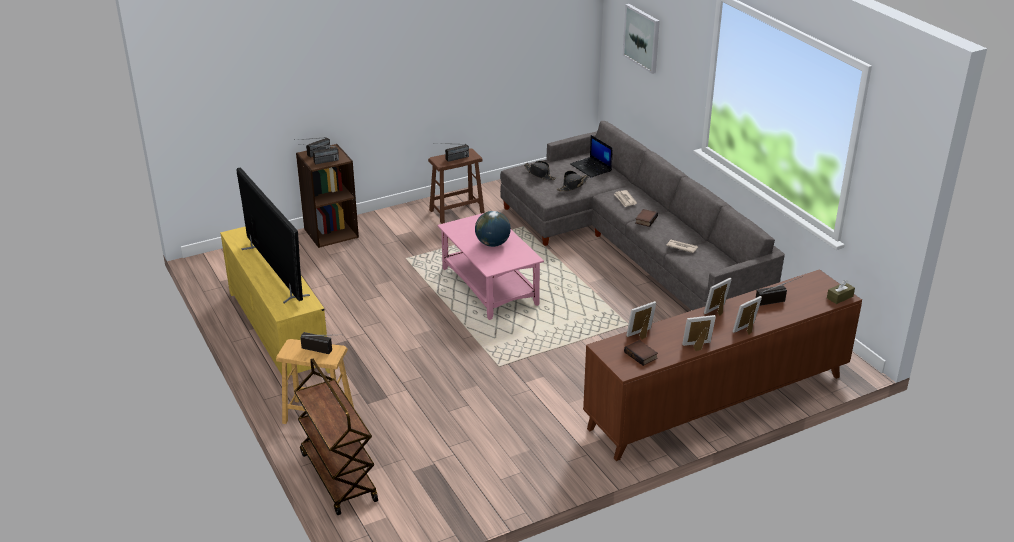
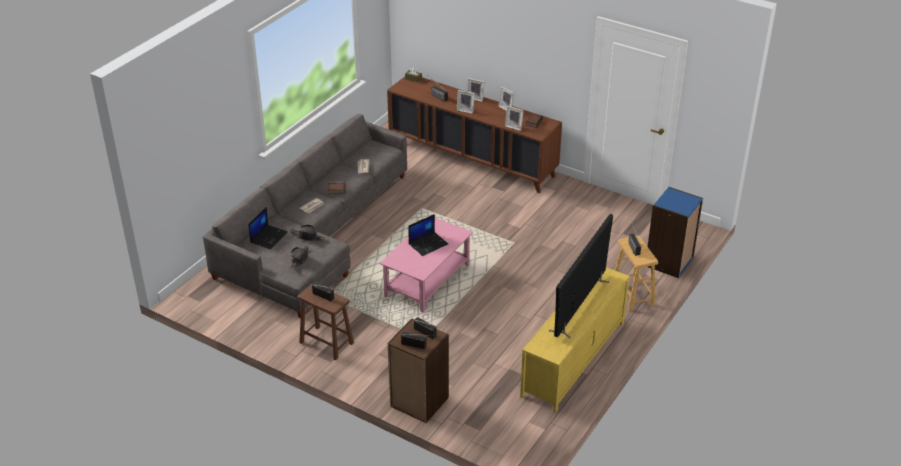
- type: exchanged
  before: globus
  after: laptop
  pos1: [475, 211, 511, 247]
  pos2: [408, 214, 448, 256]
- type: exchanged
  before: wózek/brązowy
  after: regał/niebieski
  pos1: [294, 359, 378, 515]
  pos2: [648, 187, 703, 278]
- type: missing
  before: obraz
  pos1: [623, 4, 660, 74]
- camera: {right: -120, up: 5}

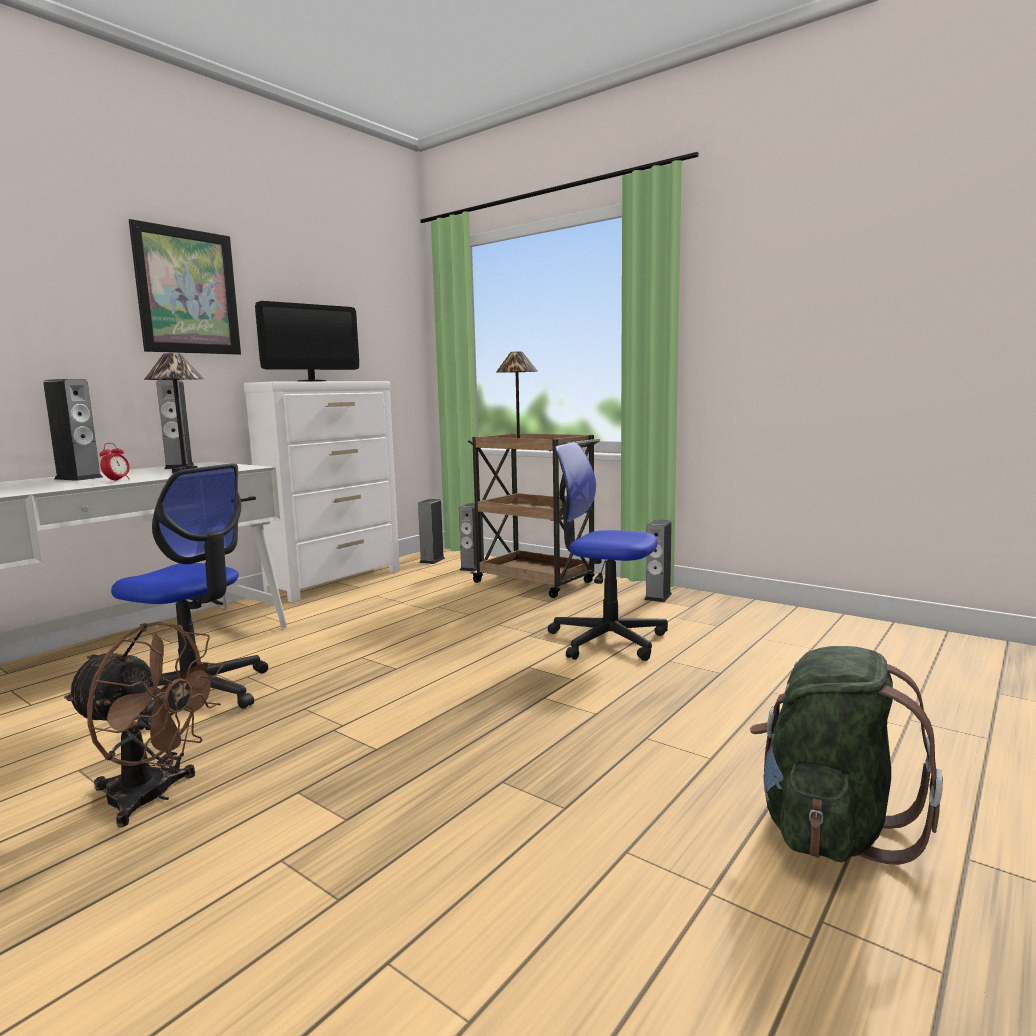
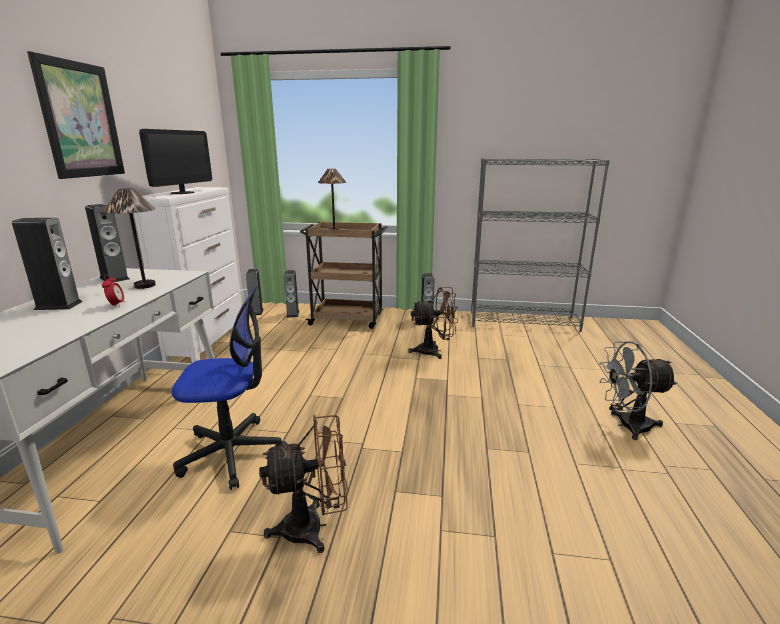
- type: exchanged
  before: krzesło biurowe
  after: wentylator/brązowy
  pos1: [548, 442, 668, 661]
  pos2: [408, 287, 458, 359]
- type: appeared
  after: regał/szary
  pos2: [471, 158, 610, 332]
- type: exchanged
  before: plecak/zielony
  after: wentylator/szary
  pos1: [750, 646, 943, 865]
  pos2: [599, 341, 677, 440]
- camera: {right: -30, up: 10}

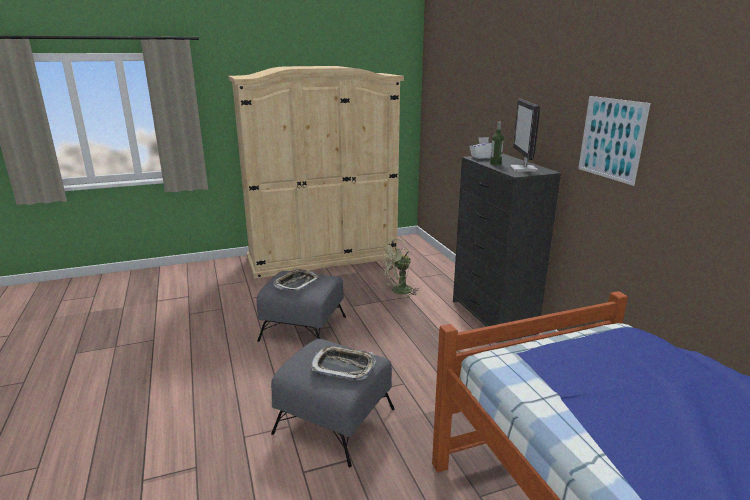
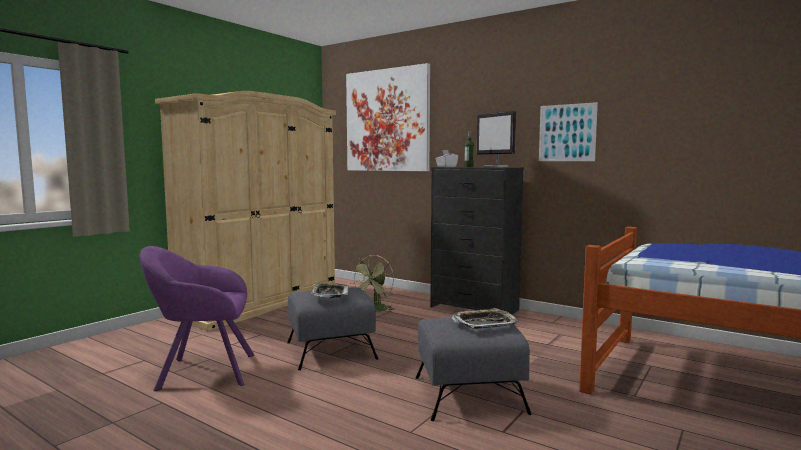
- type: appeared
  after: fotel/fioletowy
  pos2: [140, 246, 254, 391]
- type: appeared
  after: obraz
  pos2: [346, 63, 430, 171]
- camera: {right: -35, up: -15}

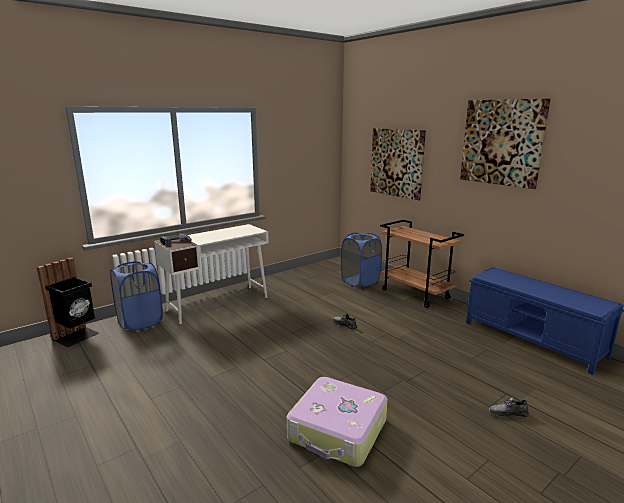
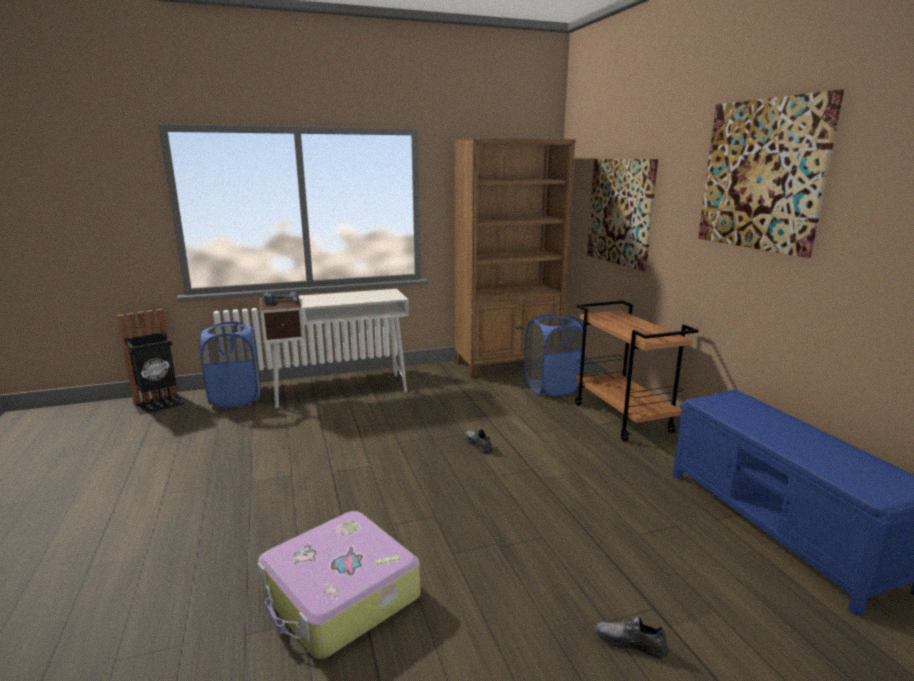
- type: appeared
  after: regał/brązowy
  pos2: [455, 138, 575, 377]
- camera: {right: 20, up: 0}

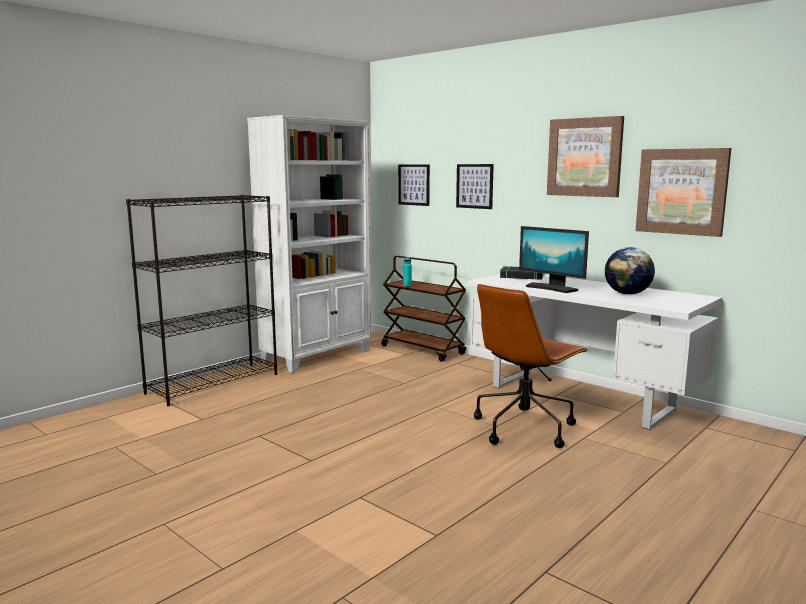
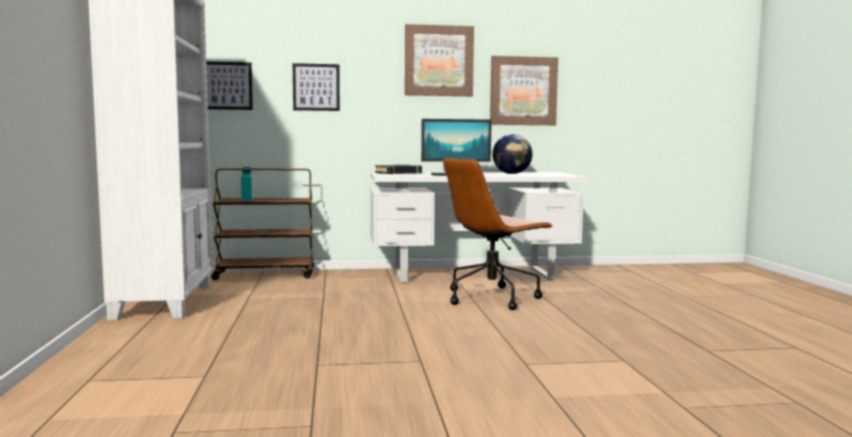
- type: spun
  before: krzesło biurowe/brązowy
  pos1: [474, 284, 588, 448]
  pos2: [443, 158, 553, 310]
  turn: 60
- type: missing
  before: regał/czarny
  pos1: [126, 195, 277, 406]
- camera: {right: -50, up: -5}

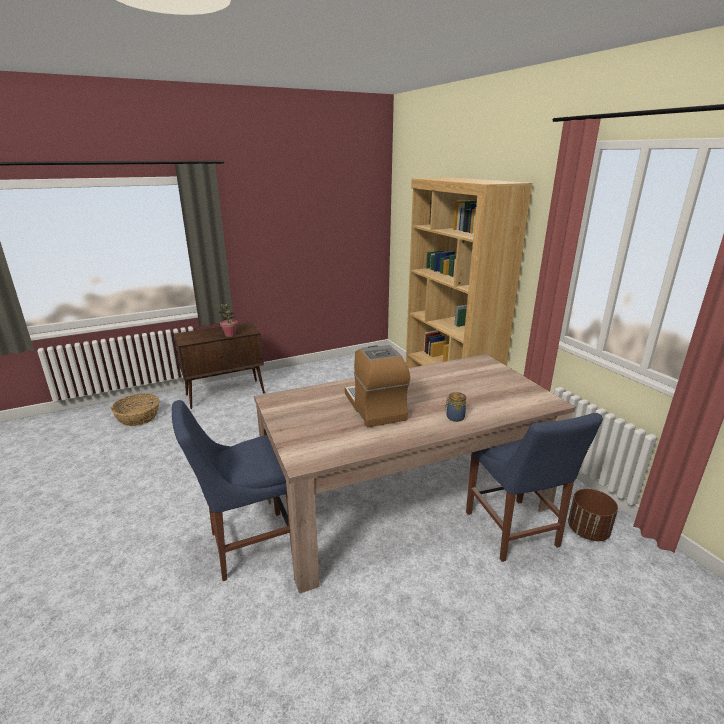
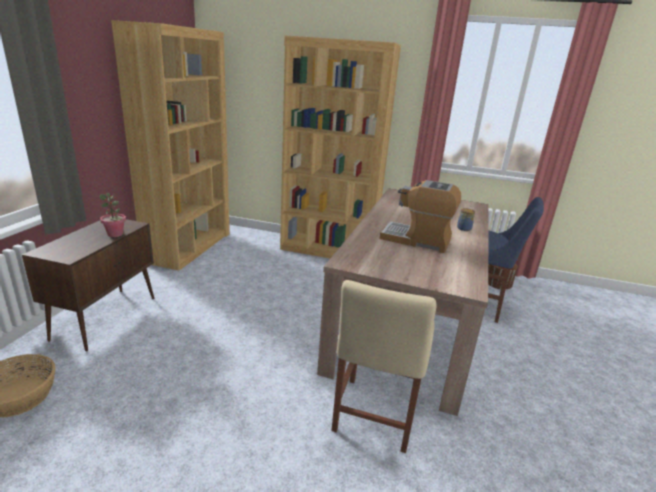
- type: appeared
  after: regał/brązowy
  pos2: [111, 20, 230, 271]
- type: colour
  before: krzesło/niebieski
  after: krzesło/beżowy
  pos1: [172, 400, 292, 581]
  pos2: [331, 280, 437, 453]
- camera: {right: -50, up: 0}

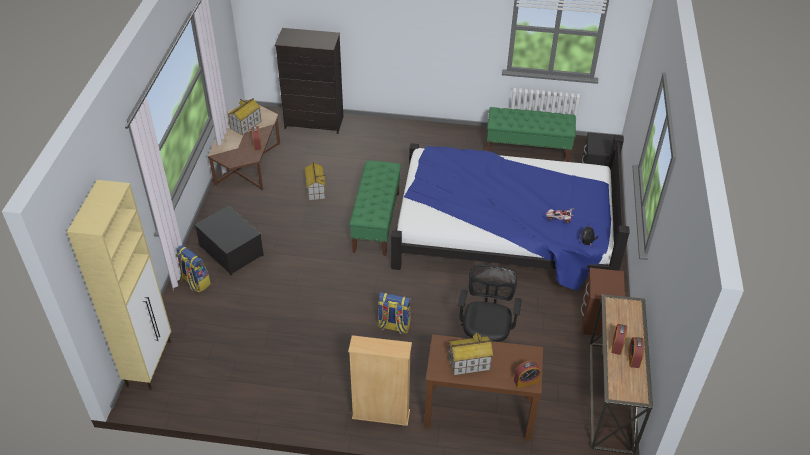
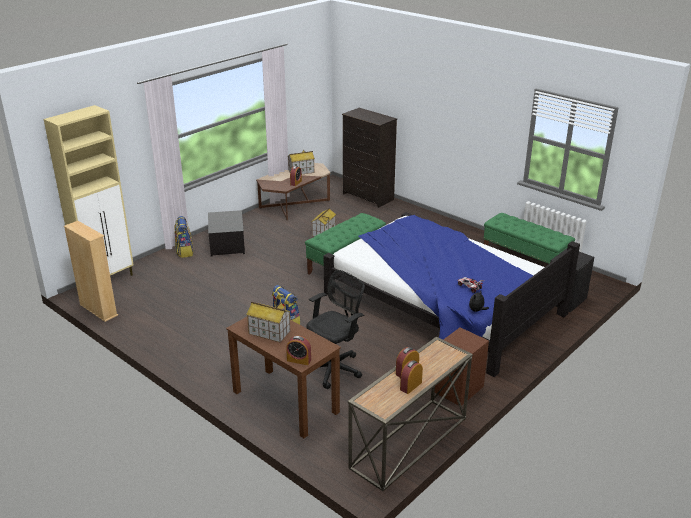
- type: relocated
  before: regał/beżowy
  pos1: [348, 335, 412, 426]
  pos2: [64, 221, 118, 322]
- camera: {right: 35, up: -15}

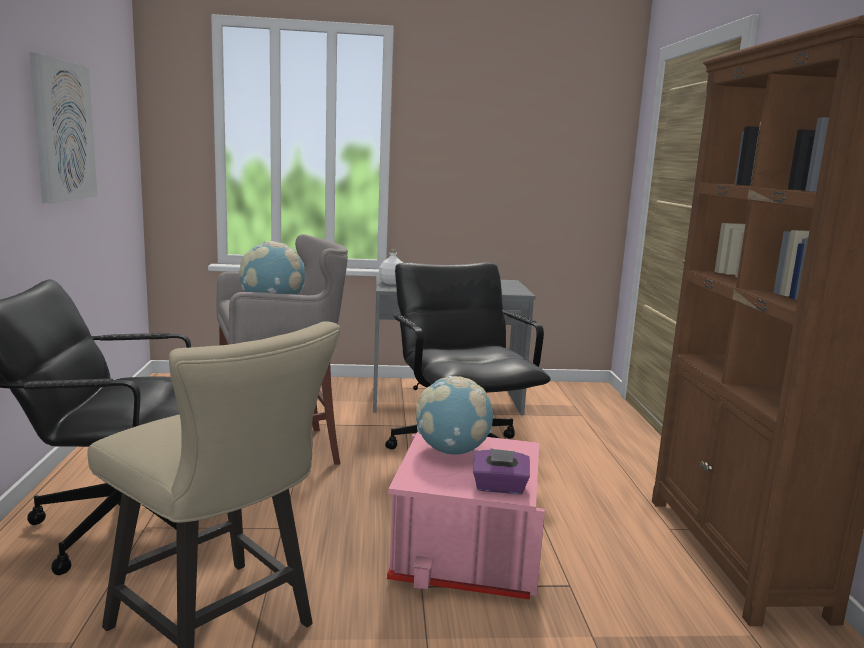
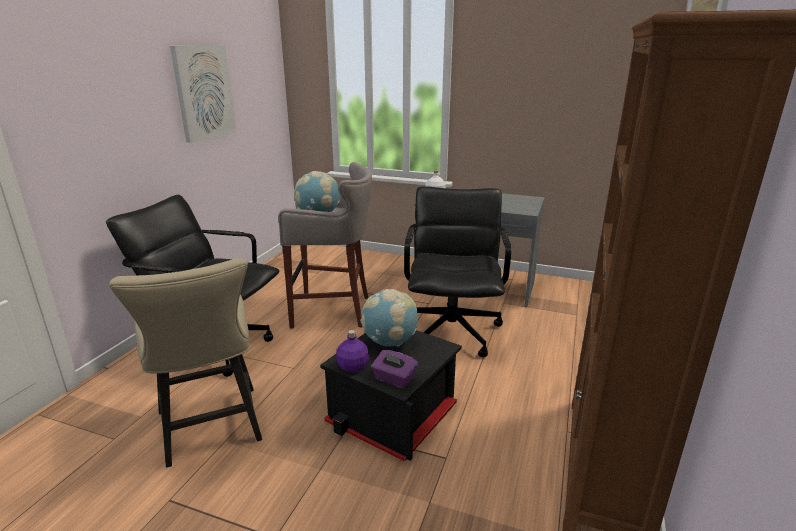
- type: colour
  before: pojemnik do przechowywania/różowy
  after: pojemnik do przechowywania/czarny
  pos1: [387, 431, 545, 600]
  pos2: [320, 330, 462, 462]
- type: appeared
  after: butelka/fioletowy
  pos2: [336, 330, 369, 373]
- camera: {right: 25, up: 10}

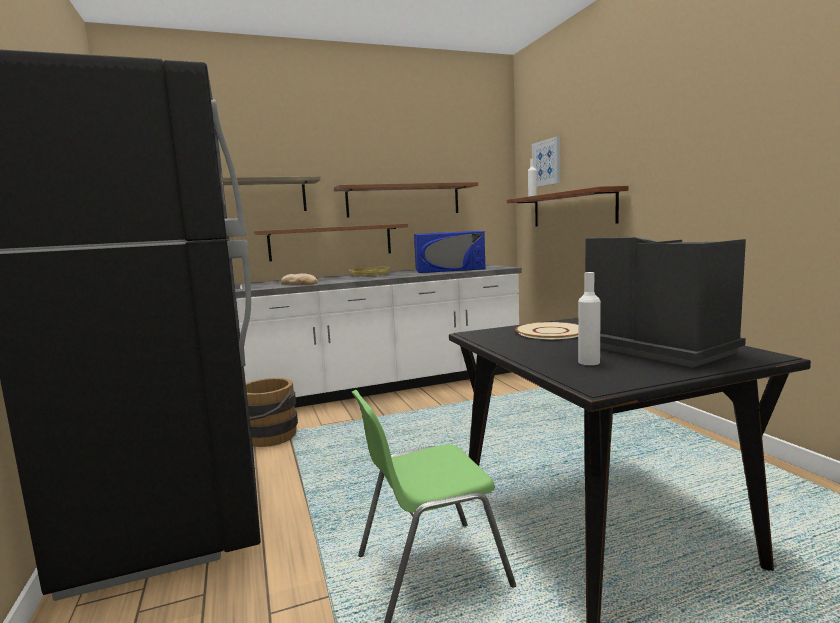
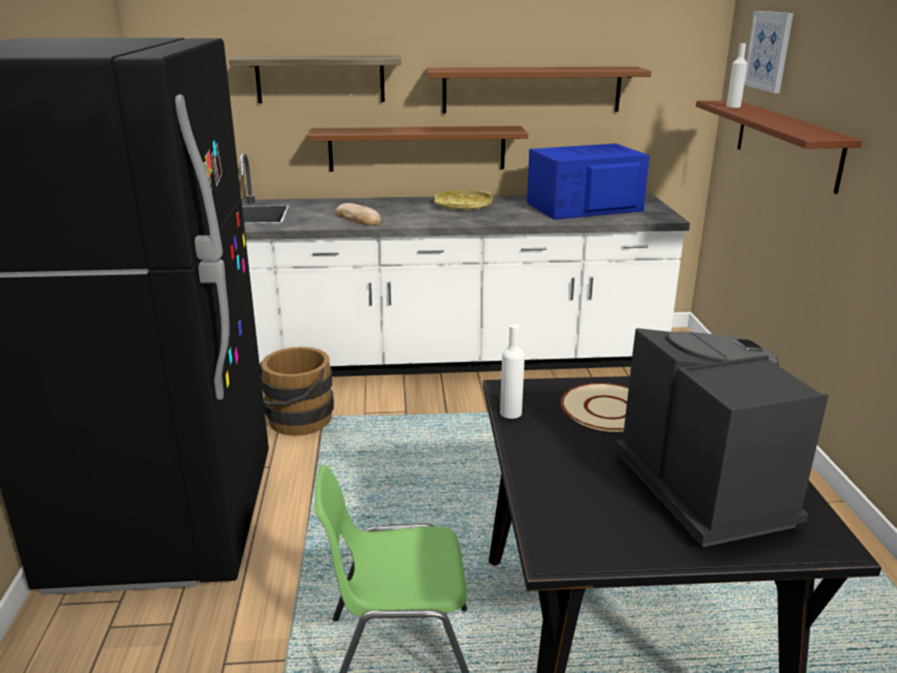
- type: relocated
  before: butelka/biały
  pos1: [578, 272, 601, 365]
  pos2: [500, 324, 525, 419]
- type: spun
  before: mikrofalówka/niebieski
  pos1: [414, 231, 485, 273]
  pos2: [527, 144, 650, 220]
  turn: 150
- camera: {right: 15, up: 15}

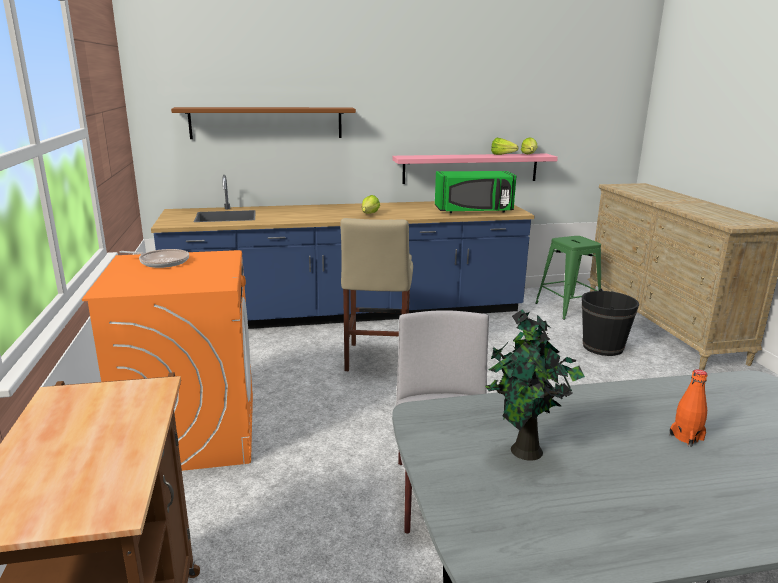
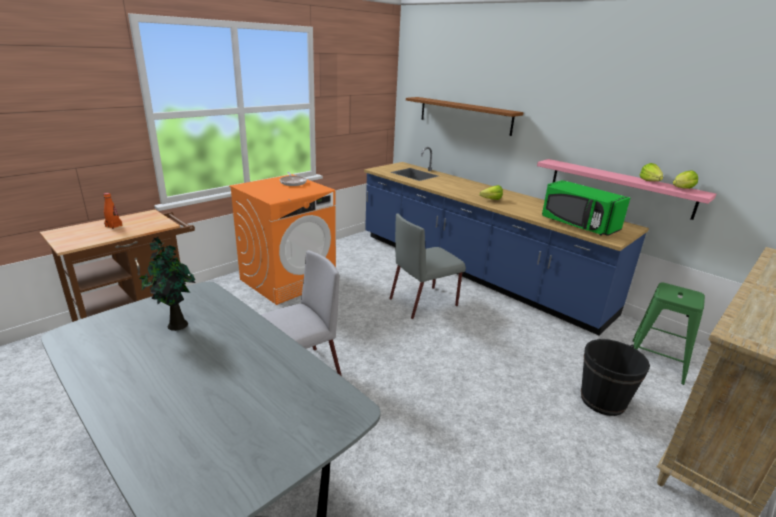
- type: relocated
  before: butelka/pomarańczowy
  pos1: [669, 369, 707, 447]
  pos2: [103, 193, 123, 229]
- type: exchanged
  before: stołek/beżowy
  after: krzesło/szary
  pos1: [340, 218, 413, 371]
  pos2: [389, 213, 466, 319]
- camera: {right: 55, up: 5}

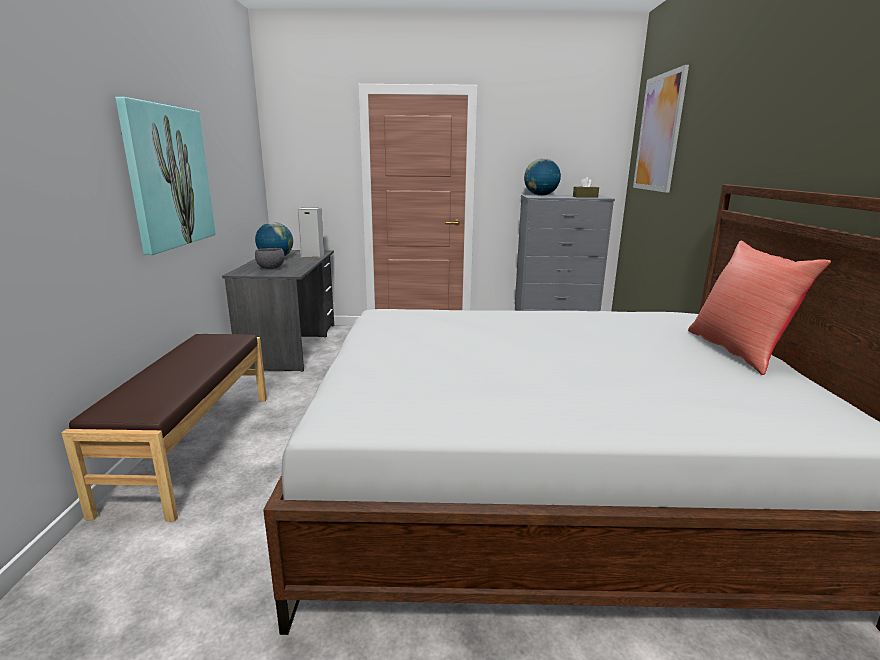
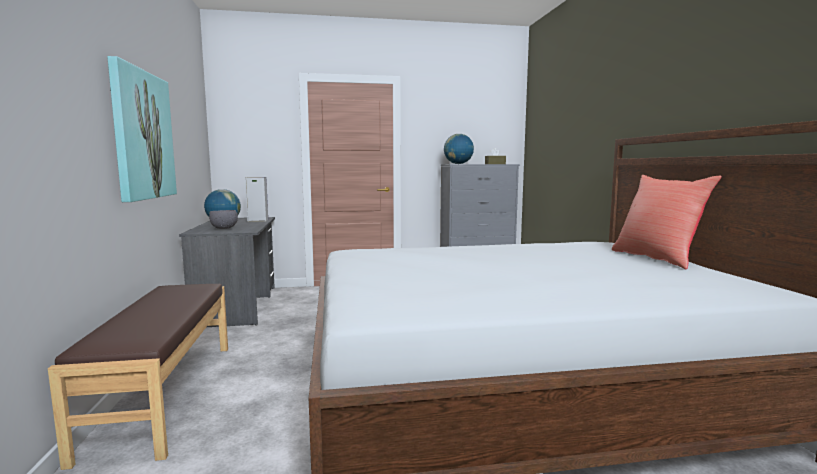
- type: missing
  before: obraz
  pos1: [633, 65, 689, 193]
- camera: {right: -10, up: -10}

